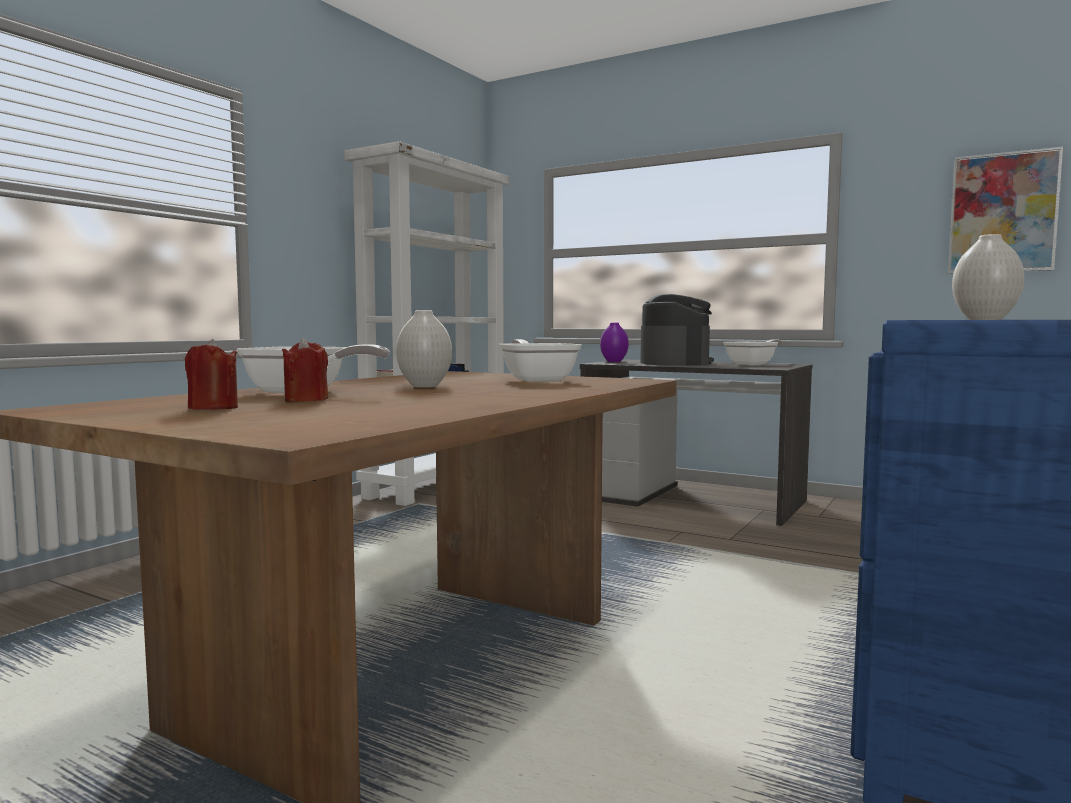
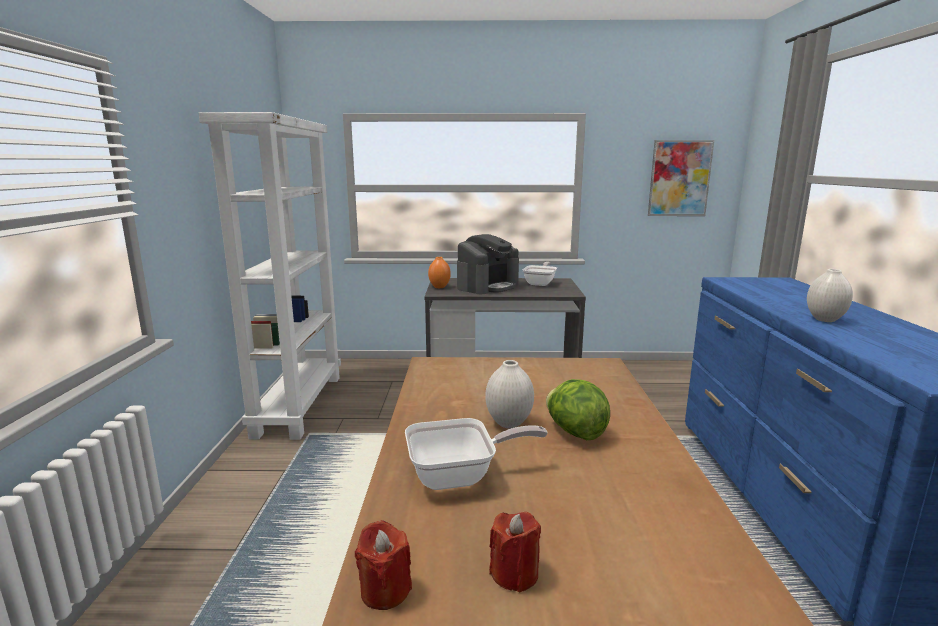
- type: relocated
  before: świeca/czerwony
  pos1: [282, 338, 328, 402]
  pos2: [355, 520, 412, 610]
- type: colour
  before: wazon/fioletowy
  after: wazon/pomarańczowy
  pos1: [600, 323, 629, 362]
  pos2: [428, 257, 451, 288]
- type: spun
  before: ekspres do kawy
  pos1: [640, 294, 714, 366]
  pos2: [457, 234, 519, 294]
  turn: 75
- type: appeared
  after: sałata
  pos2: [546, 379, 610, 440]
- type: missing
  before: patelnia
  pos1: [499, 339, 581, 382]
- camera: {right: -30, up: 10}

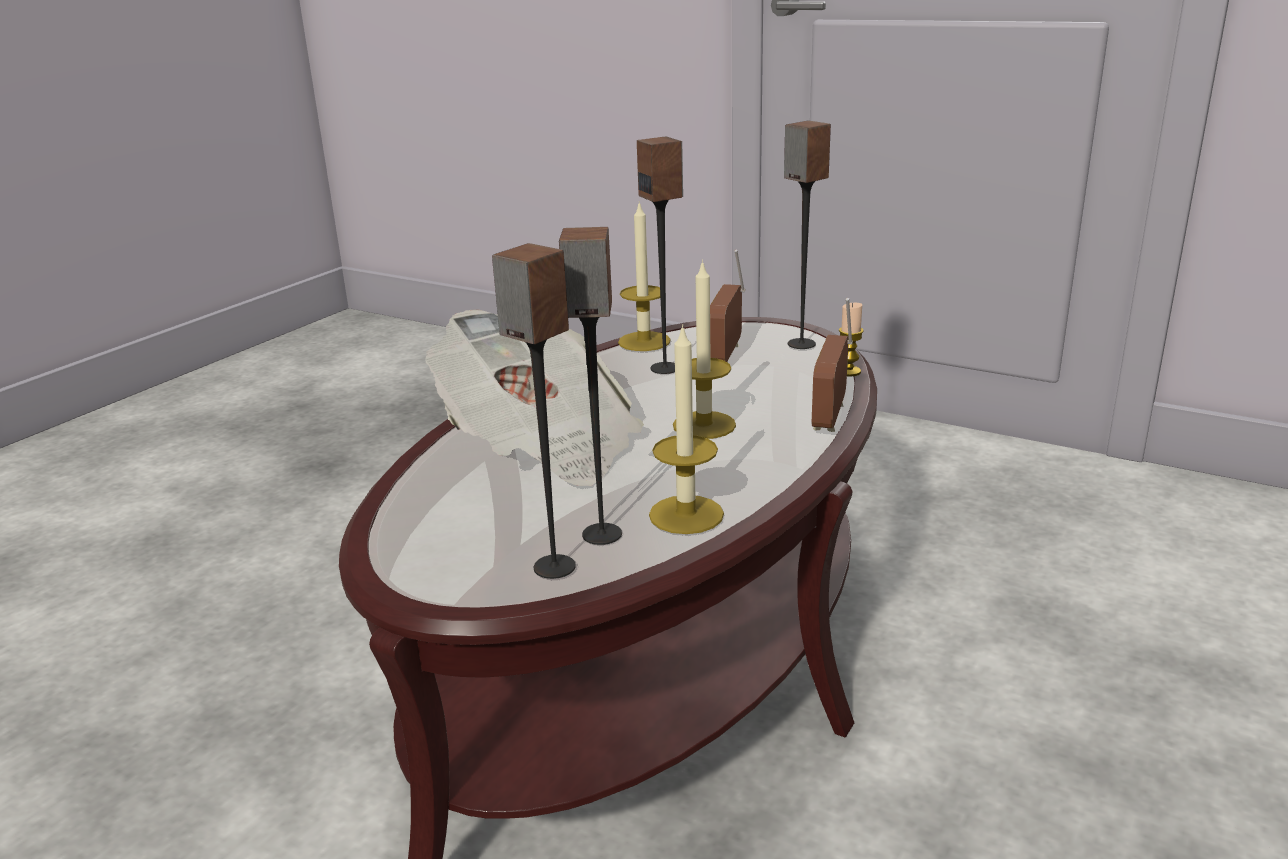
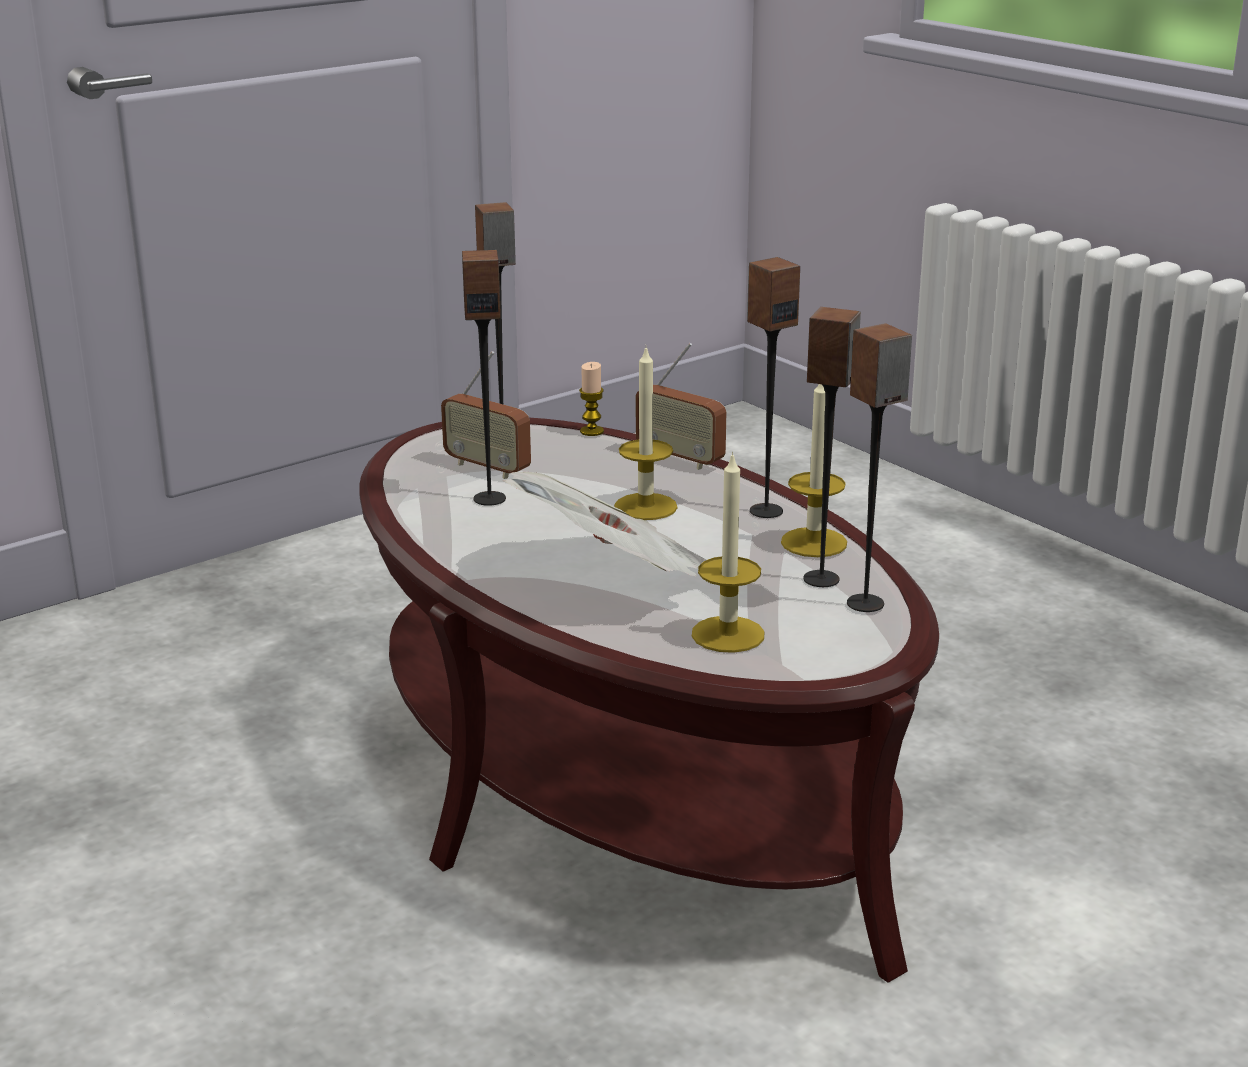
- type: relocated
  before: świeca
  pos1: [618, 202, 671, 351]
  pos2: [692, 451, 764, 653]
- type: appeared
  after: głośnik
  pos2: [747, 257, 800, 518]
- camera: {right: -70, up: 0}

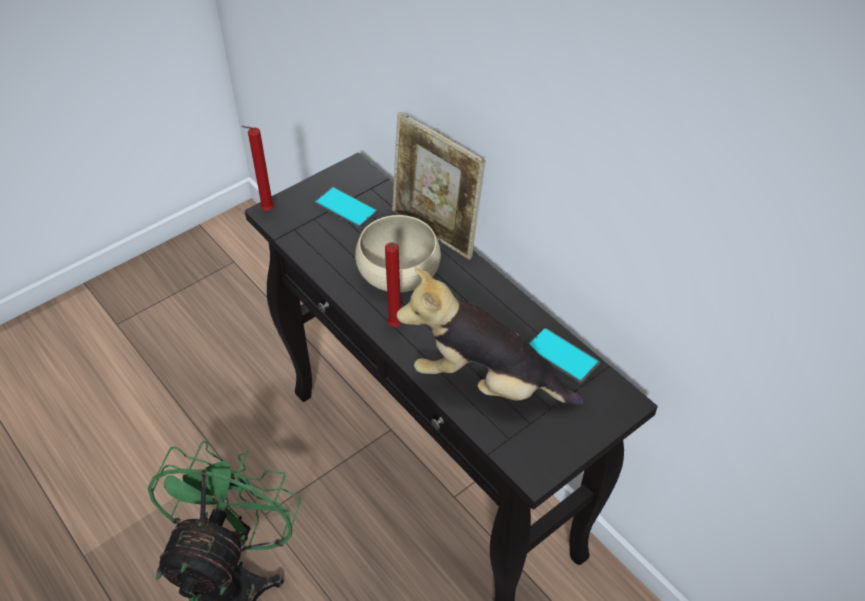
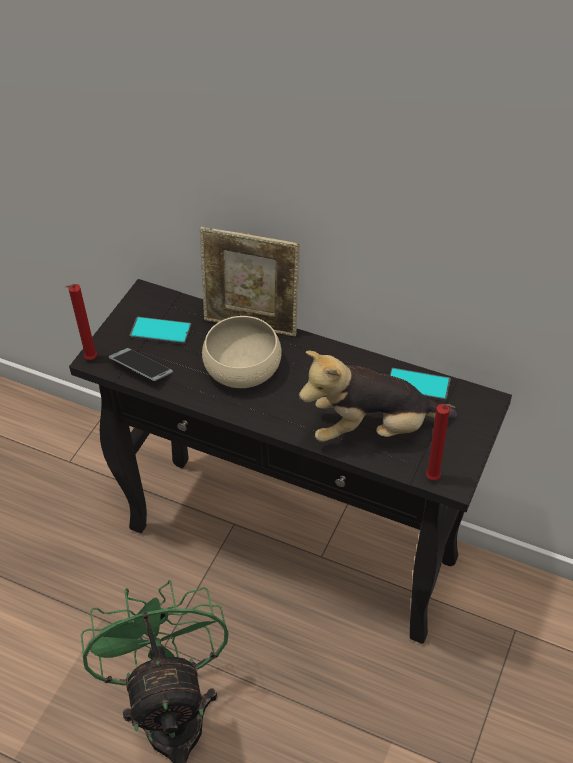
- type: appeared
  after: telefon
  pos2: [109, 348, 173, 381]
- type: relocated
  before: świeca/czerwony
  pos1: [385, 242, 402, 327]
  pos2: [426, 404, 456, 480]
- camera: {right: -25, up: 0}

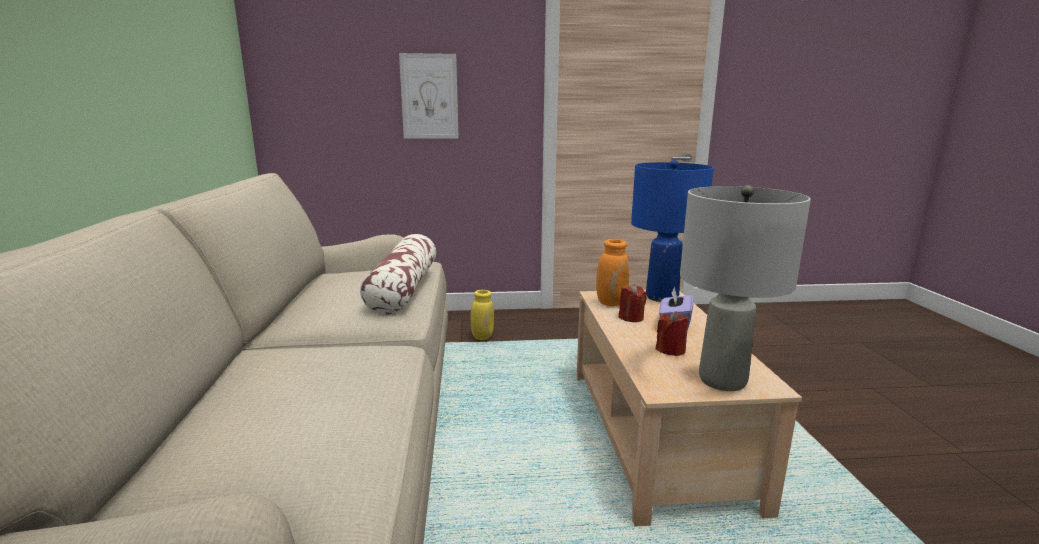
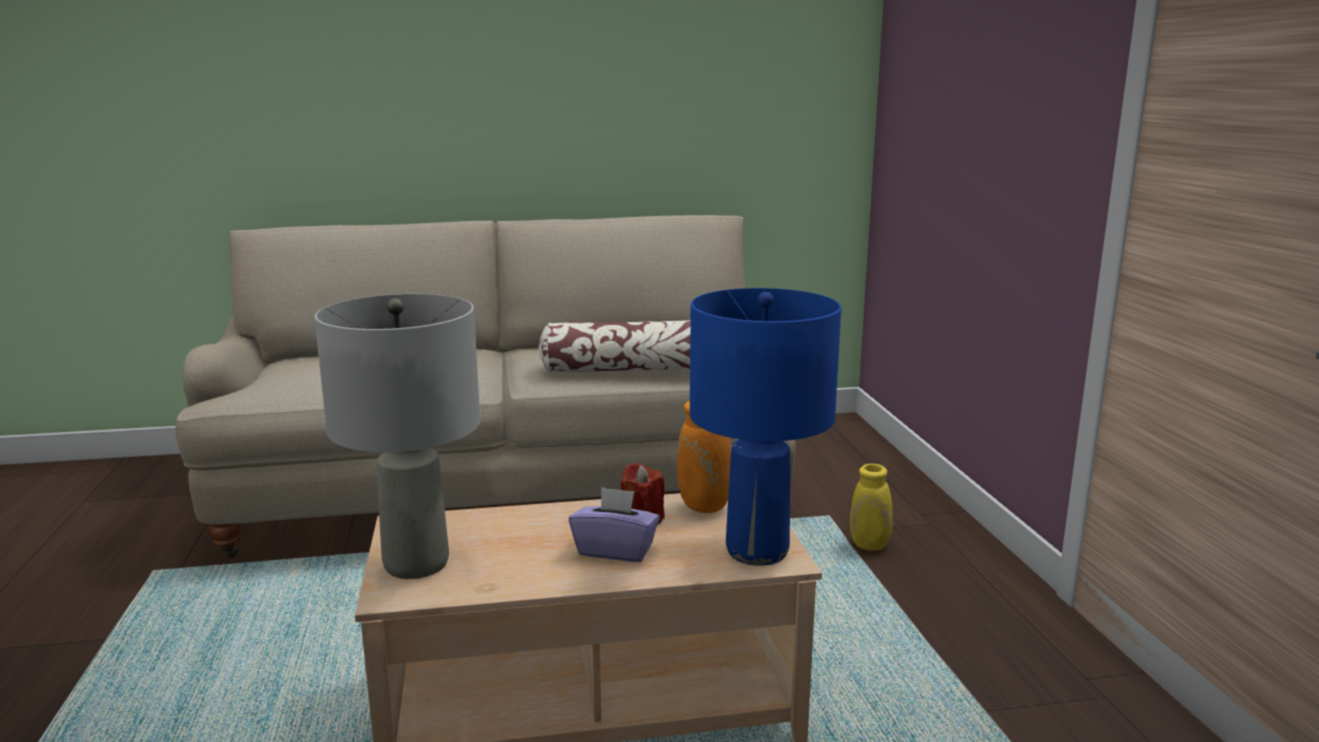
- type: missing
  before: obraz
  pos1: [399, 53, 459, 139]
- type: missing
  before: świeca/czerwony
  pos1: [656, 311, 688, 356]
- camera: {right: 85, up: 0}

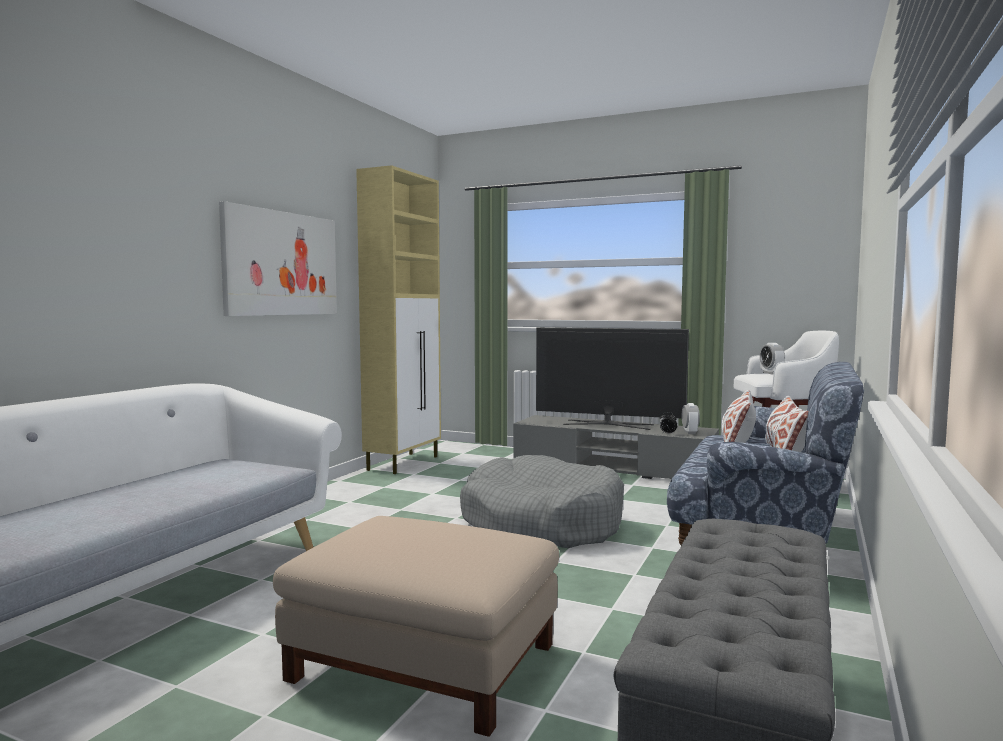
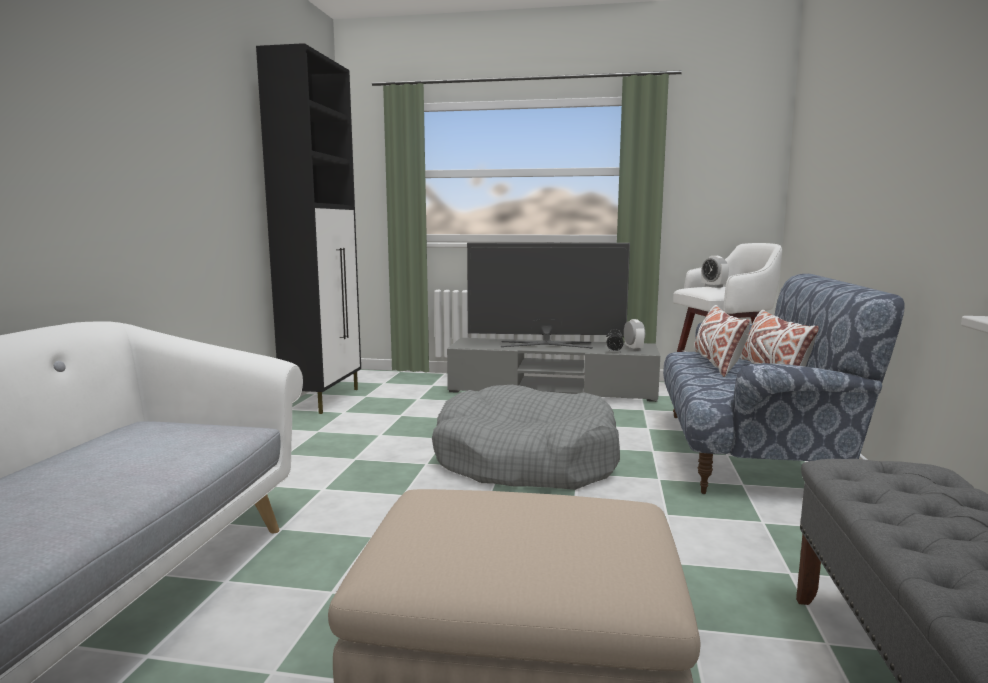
- type: colour
  before: szafka/beżowy
  after: szafka/czarny
  pos1: [356, 165, 441, 474]
  pos2: [256, 43, 361, 414]
- type: missing
  before: obraz
  pos1: [219, 201, 337, 316]
- camera: {right: -15, up: 5}

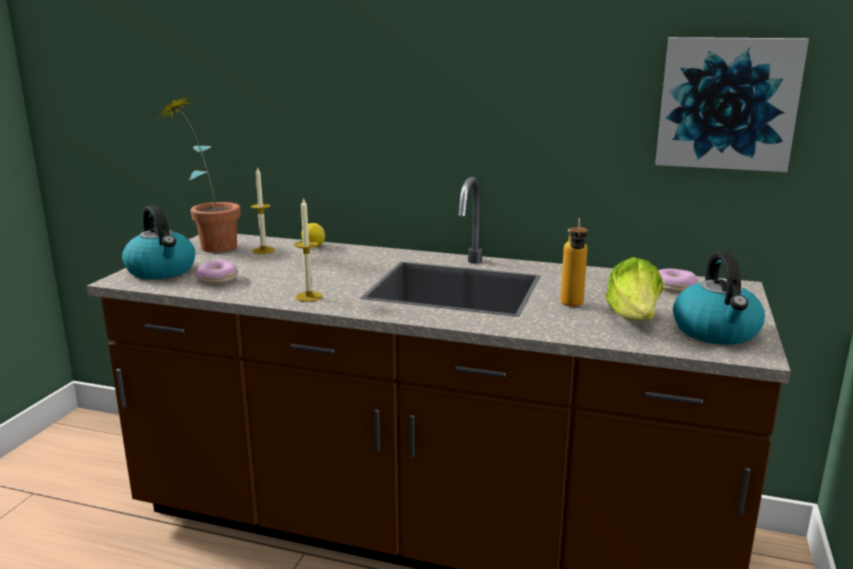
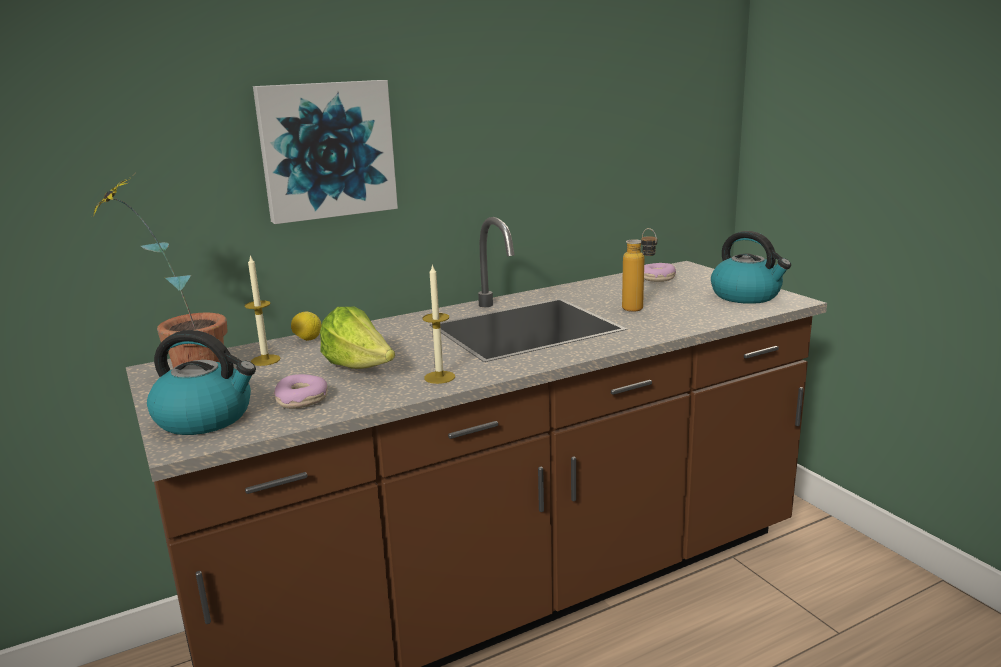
- type: relocated
  before: obraz
  pos1: [655, 37, 809, 172]
  pos2: [253, 80, 398, 224]
- type: relocated
  before: sałata
  pos1: [605, 257, 663, 321]
  pos2: [320, 306, 395, 369]
- camera: {right: -45, up: 0}

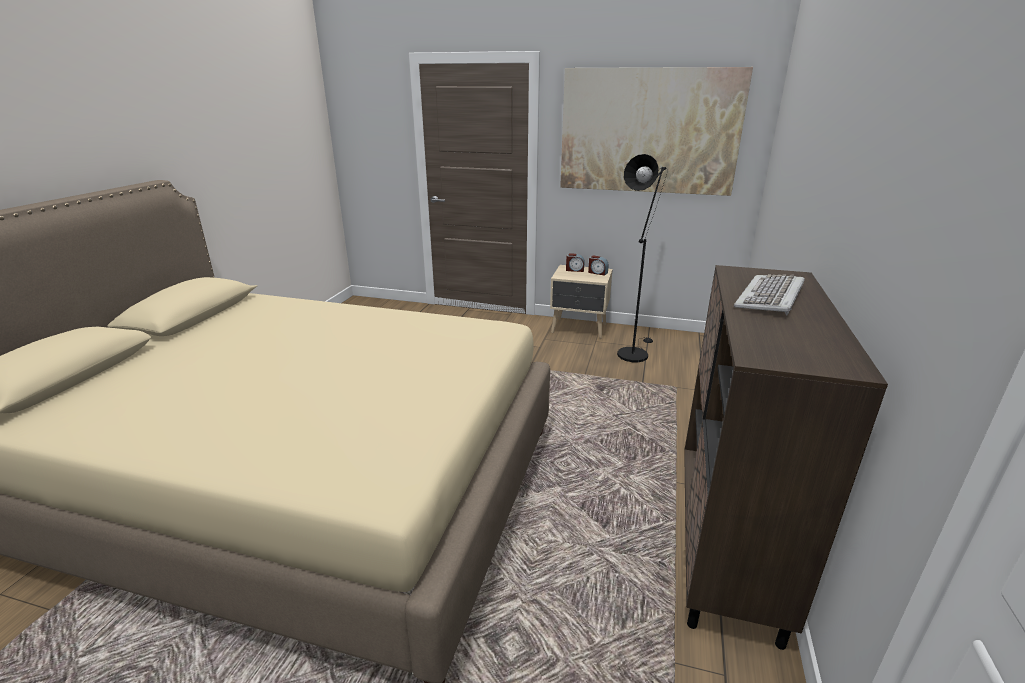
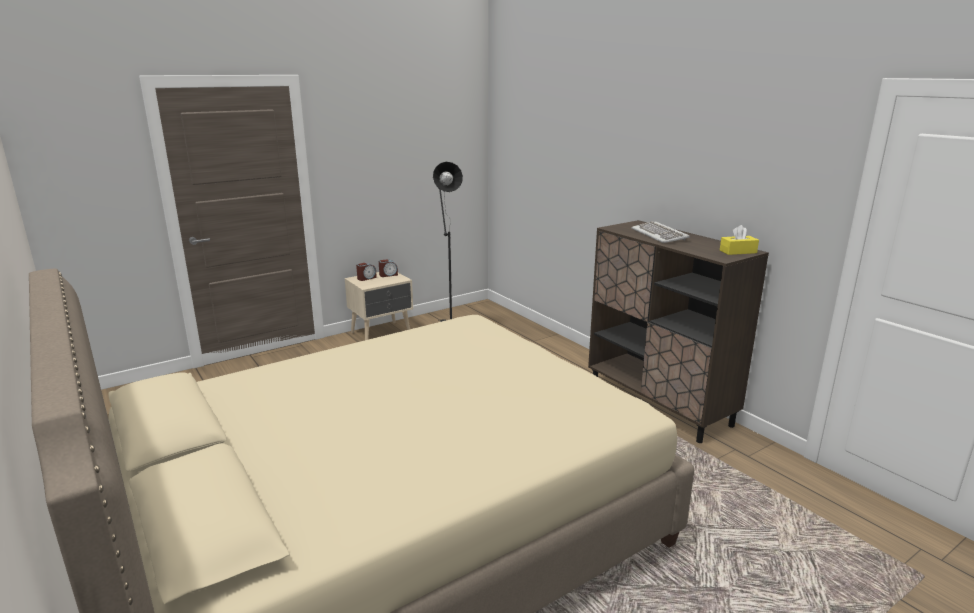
- type: appeared
  after: pudełko chusteczek/żółty
  pos2: [720, 225, 759, 255]
- type: missing
  before: obraz
  pos1: [560, 67, 753, 196]
- camera: {right: -50, up: -5}

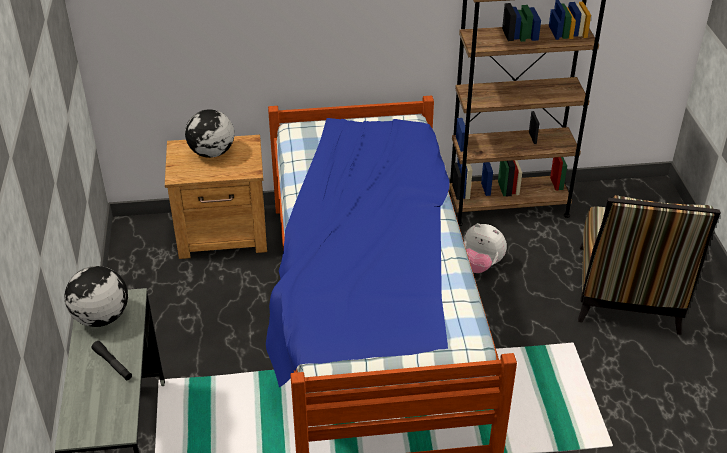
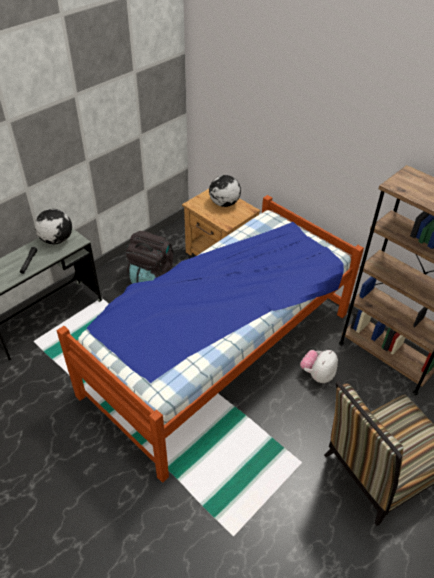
- type: appeared
  after: plecak/czarny
  pos2: [126, 231, 173, 284]
- type: spun
  before: pluszak
  pos1: [464, 223, 507, 273]
  pos2: [300, 350, 338, 383]
  turn: 45
- camera: {right: 50, up: 5}

